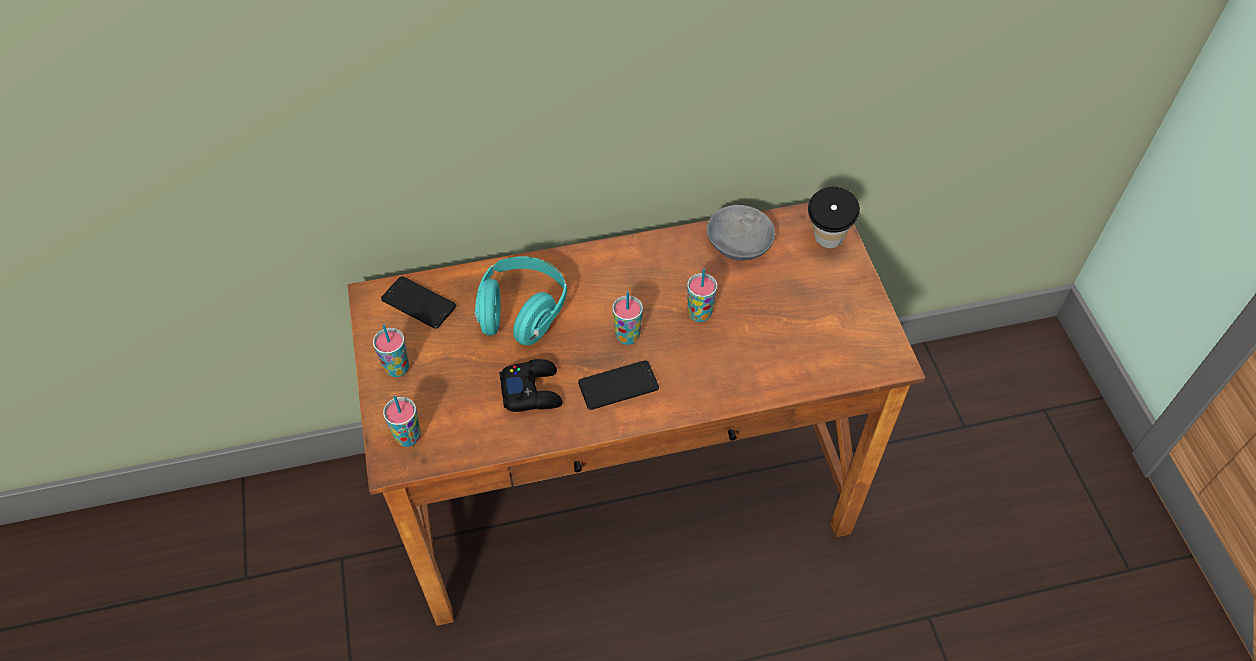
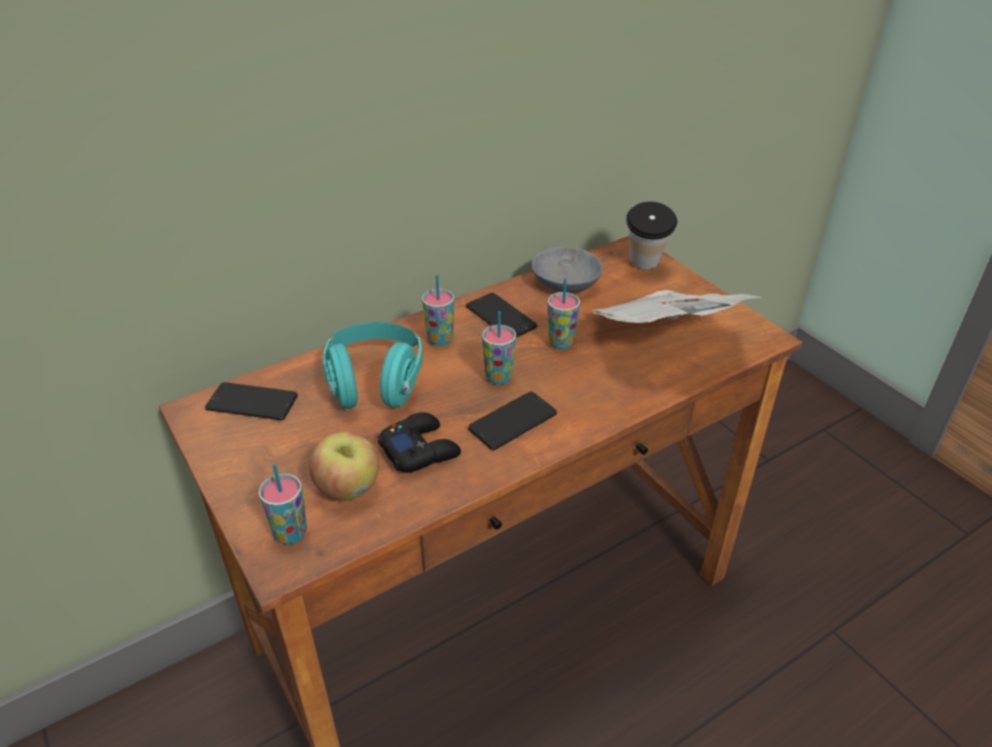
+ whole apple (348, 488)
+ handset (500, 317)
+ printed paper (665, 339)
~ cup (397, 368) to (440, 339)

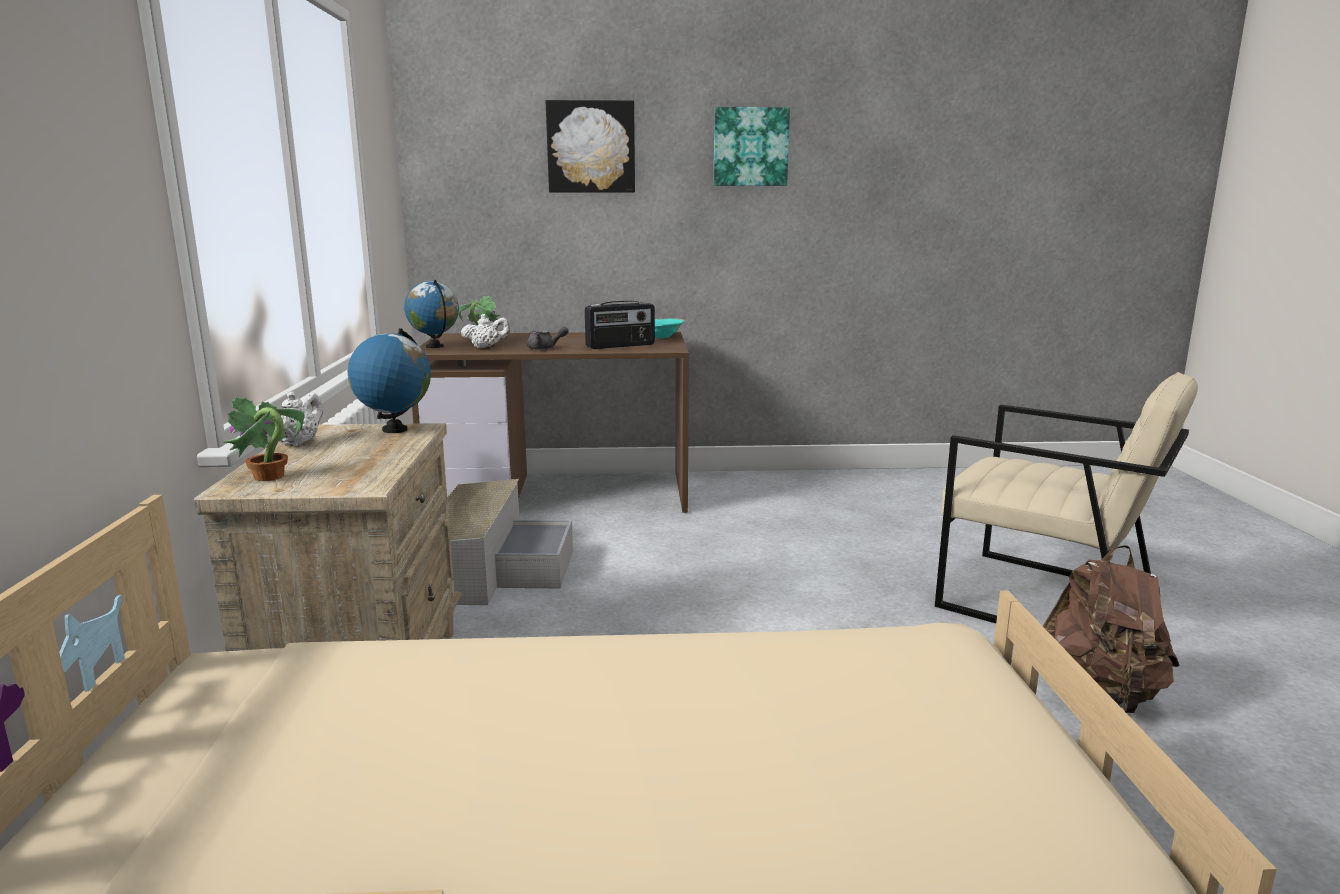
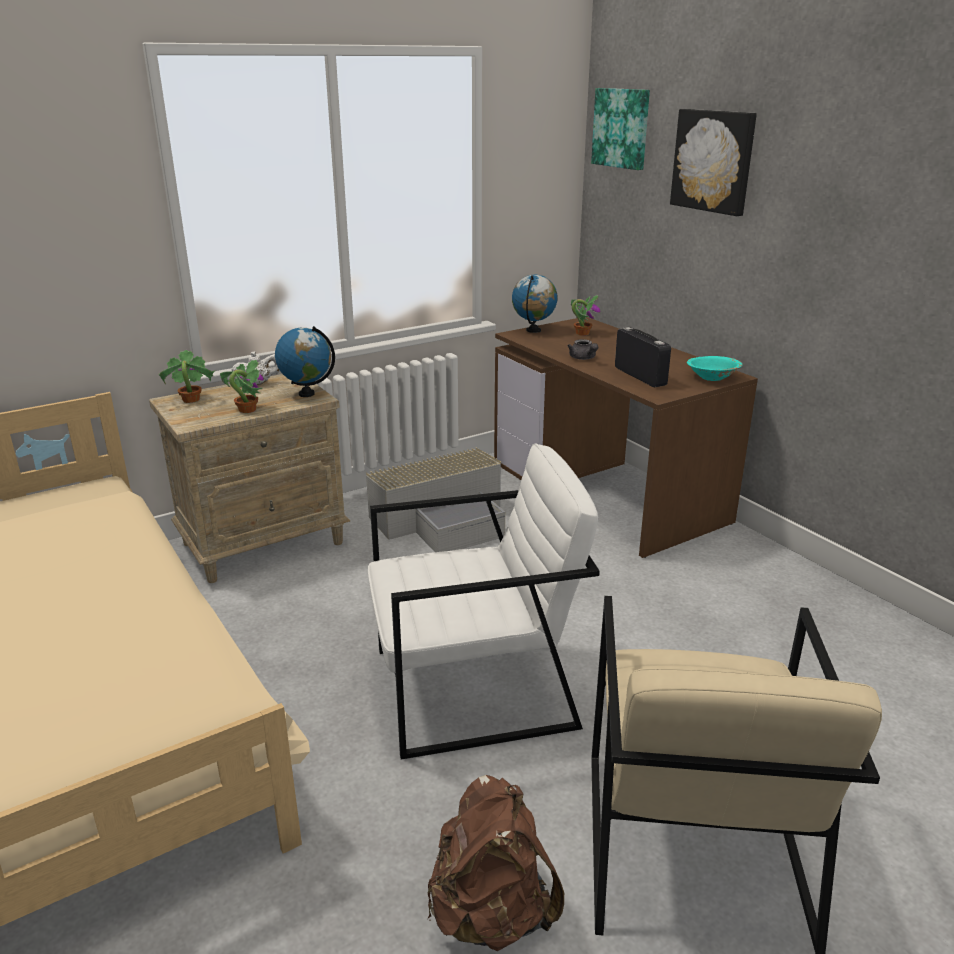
- white teapot (486, 347)
+ plant in a pot (246, 410)
+ white lounge chair (474, 688)
~ wall art (750, 147) to (622, 128)
~ radio receiver (620, 346) = (640, 376) 150 degrees counterclockwise

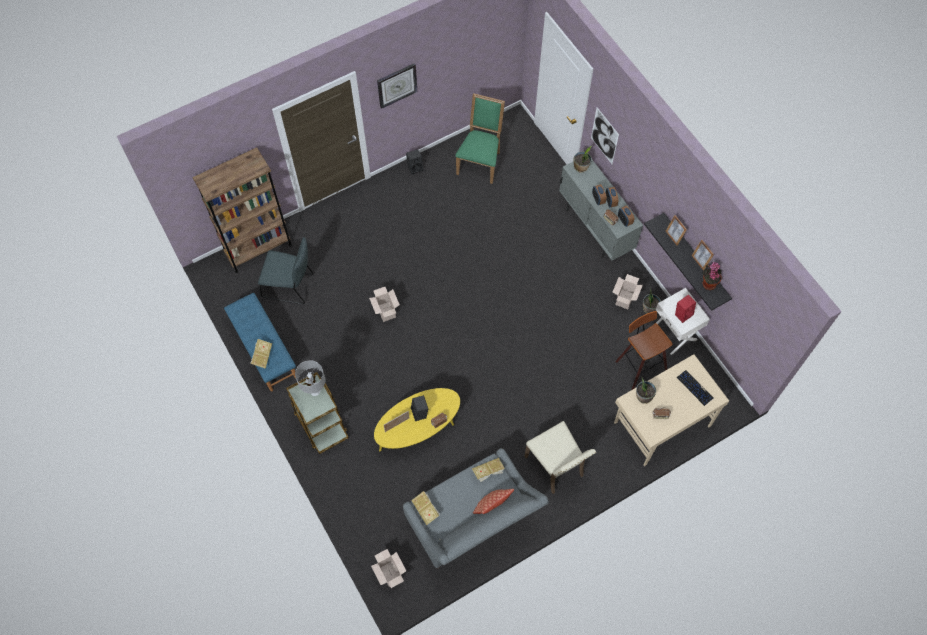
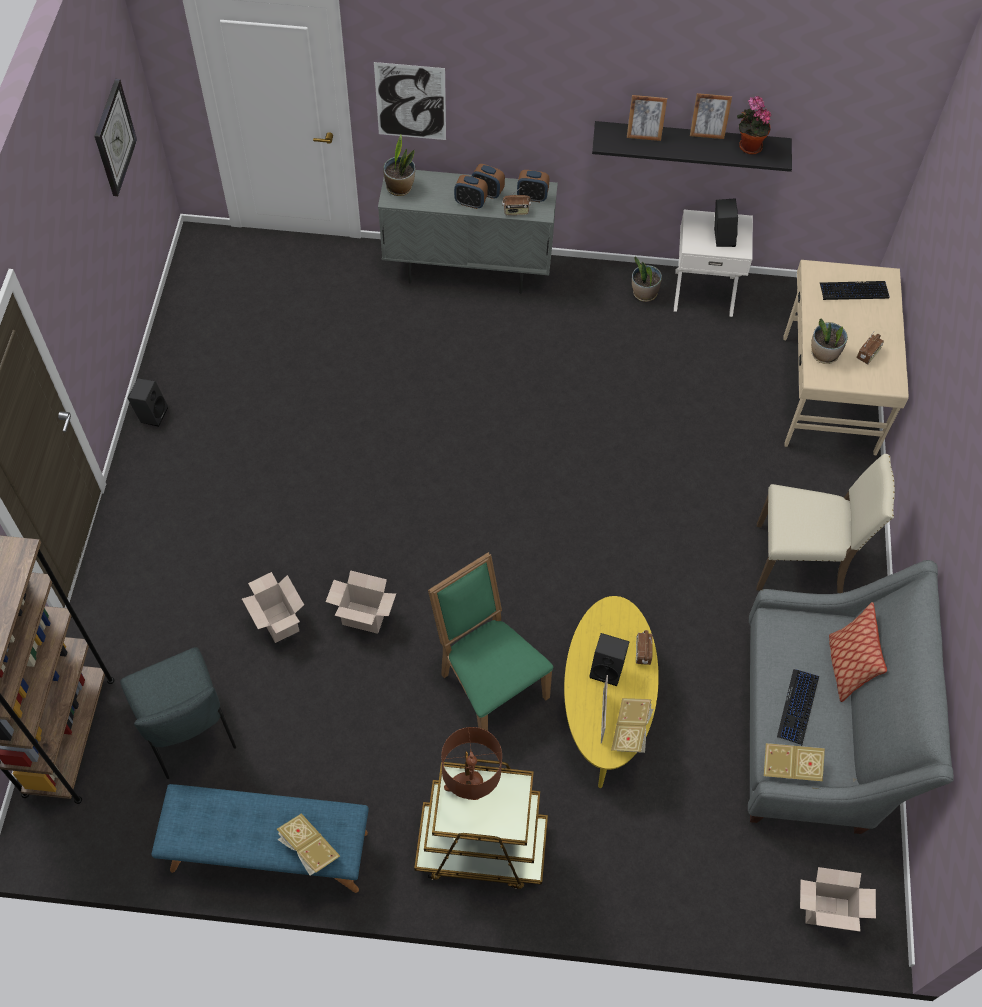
- sitting stool (639, 365)
+ keyboard (798, 707)
~ clock on the wall (397, 85) to (114, 137)
~ greenish plain chair (480, 161) to (488, 683)
~ book (488, 472) to (631, 731)
~ cardboard box (624, 298) to (277, 621)
~ gray tabletop lamp (315, 390) to brownish tabletop lamp (471, 789)
~ red speaker (683, 313) to black-coloured speaker (721, 237)
~ gray plain chair (290, 286) = (188, 730) 105 degrees clockwise

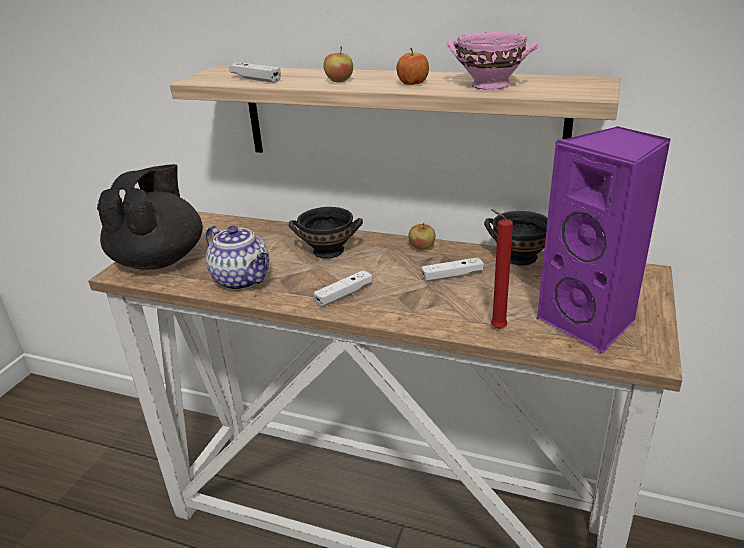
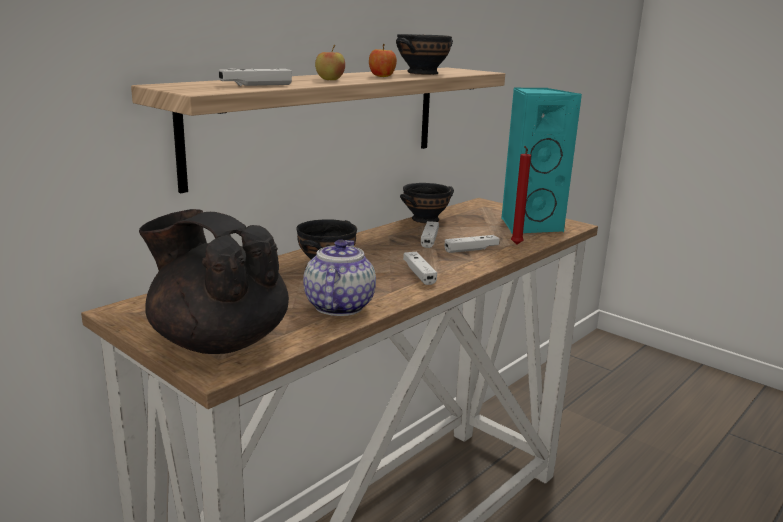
- whole apple (422, 247)
+ white game controller (471, 249)
~ pink-coloured bowl (491, 85) to black-coloured bowl (424, 73)
~ purple-coloured speaker (591, 323) to turquoise speaker (528, 225)
~ teapot (243, 280) = (339, 306) 60 degrees counterclockwise

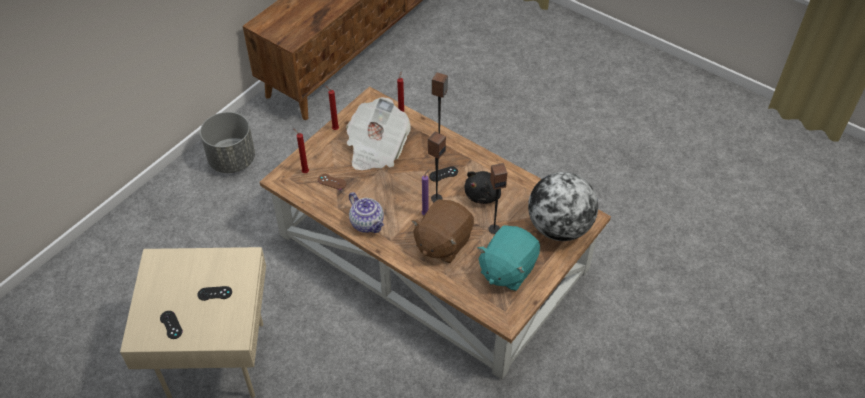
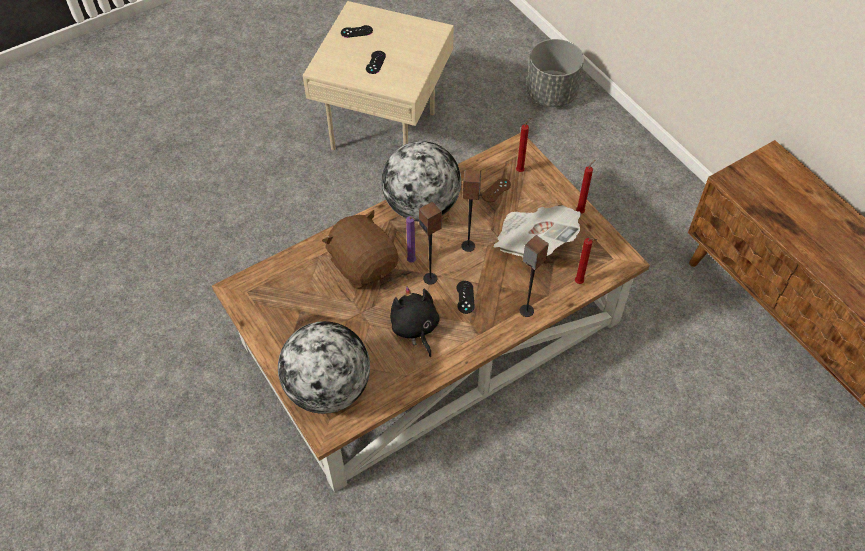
- turquoise plush toy (507, 269)
~ gray flower pot (232, 160) to (551, 94)
~ speaker (494, 229) to (468, 246)
~ teapot (368, 224) to globe (421, 206)

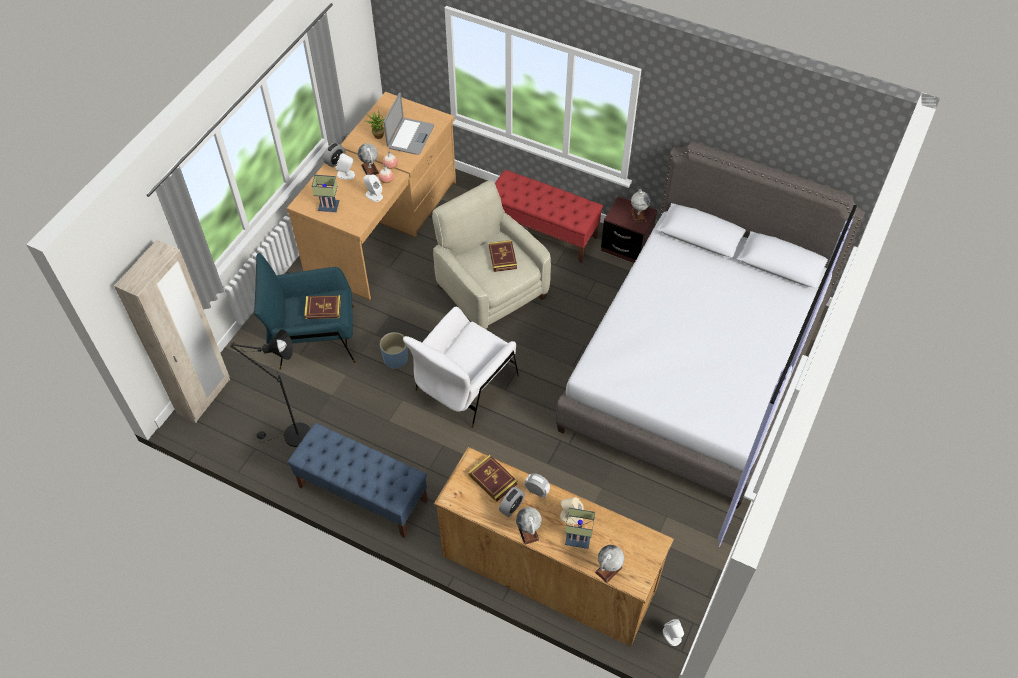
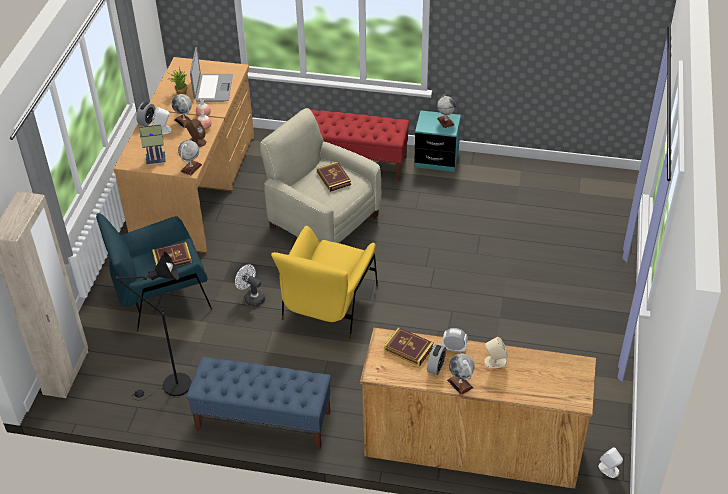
- gray bedroom bed (694, 366)
- tabletop lamp (579, 538)
~ globe (608, 570) to (191, 168)
~ bluish flower pot (395, 359) to white fan (252, 297)
~ white speaker (374, 195) to brownish speaker (197, 142)
~ white lounge chair (465, 385) to yellowish lounge chair (329, 305)
~ brownish night table (626, 247) to turquoise night table (436, 159)

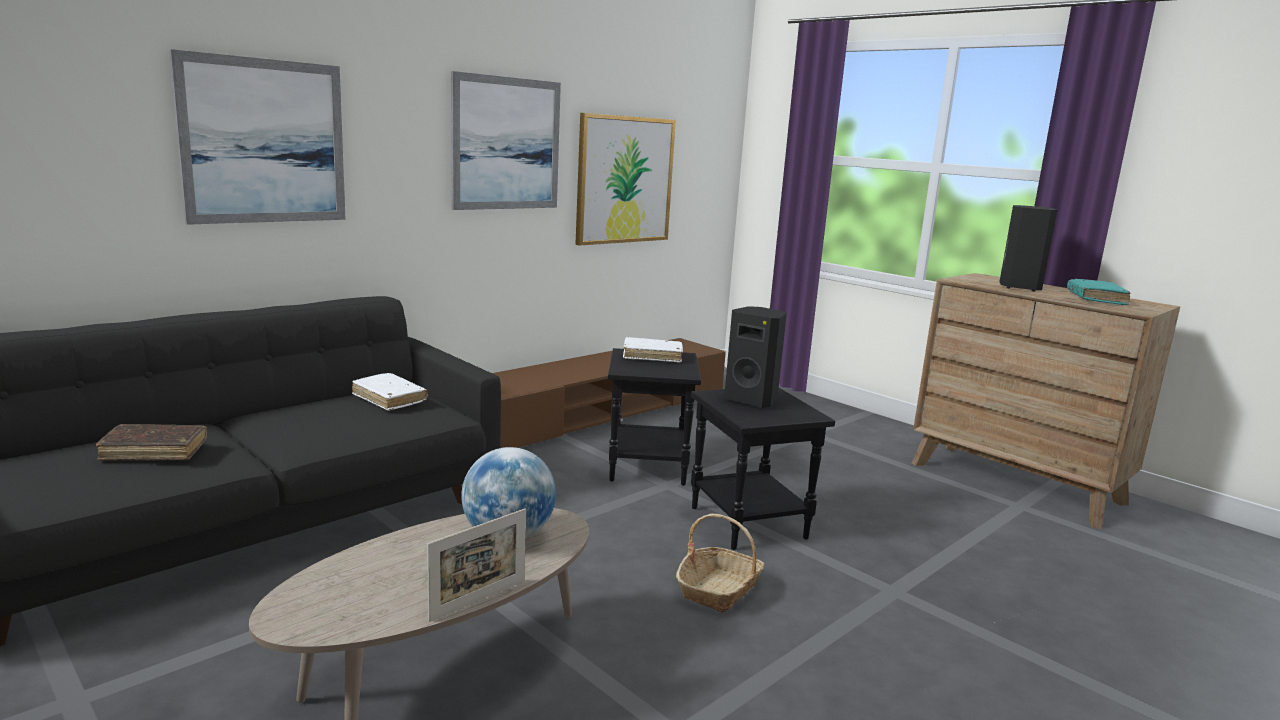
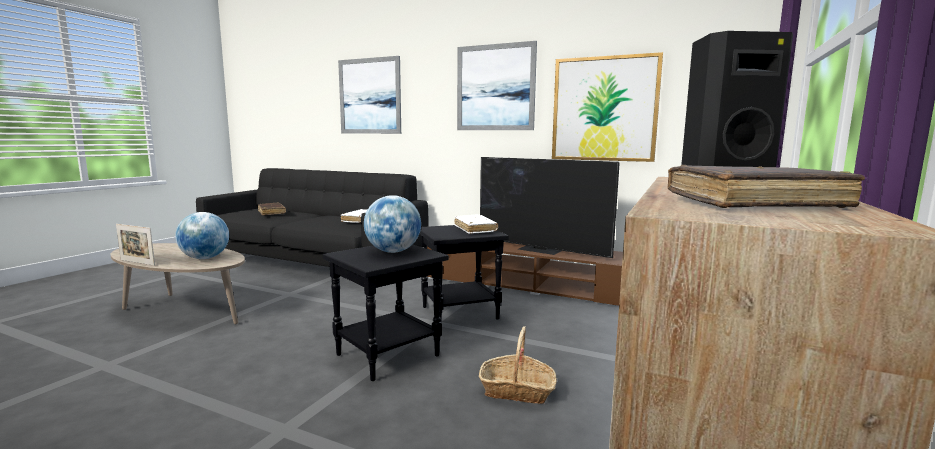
+ TV (540, 250)
~ basket (719, 589) to (517, 390)
~ black-coloured speaker (752, 400) to globe (393, 251)
~ turquoise book (1095, 299) to brownish book (754, 203)

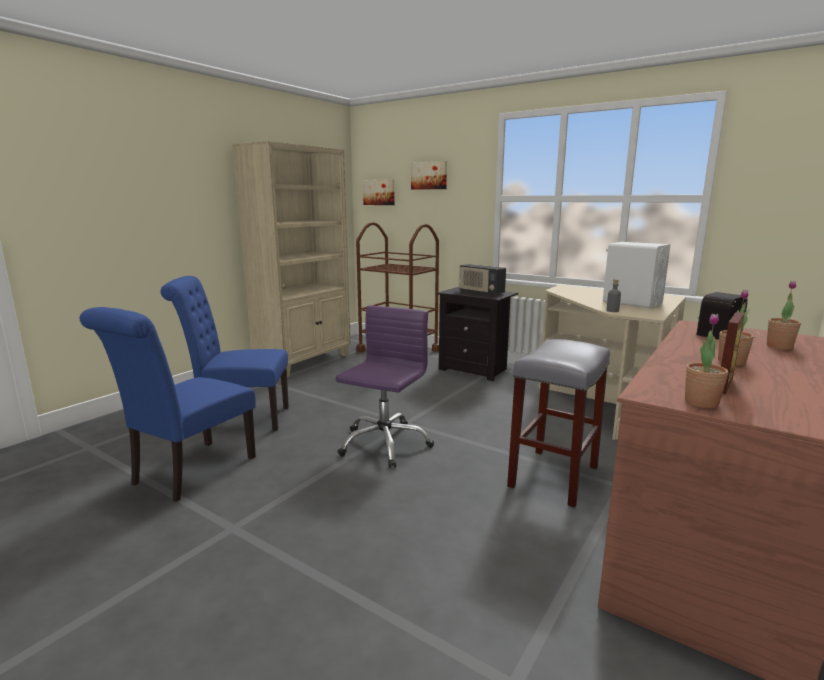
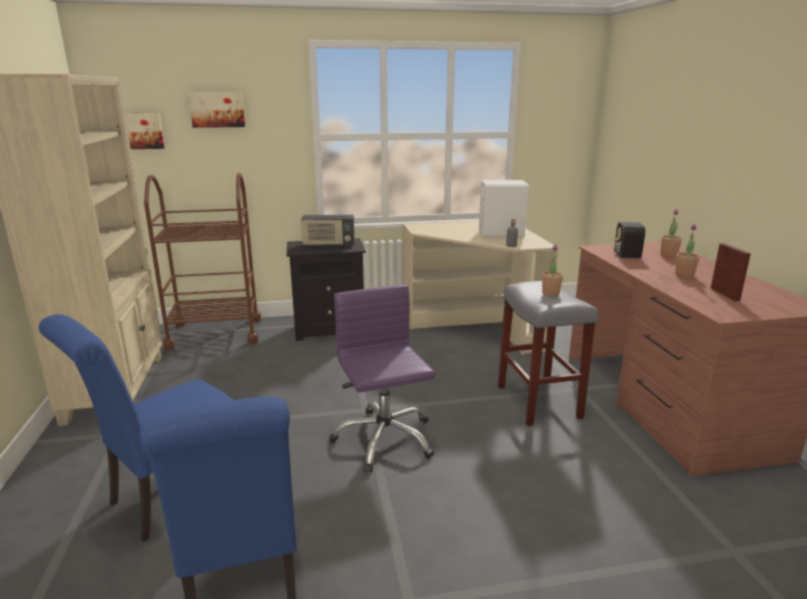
~ plant in a pot (701, 402) to (550, 293)

